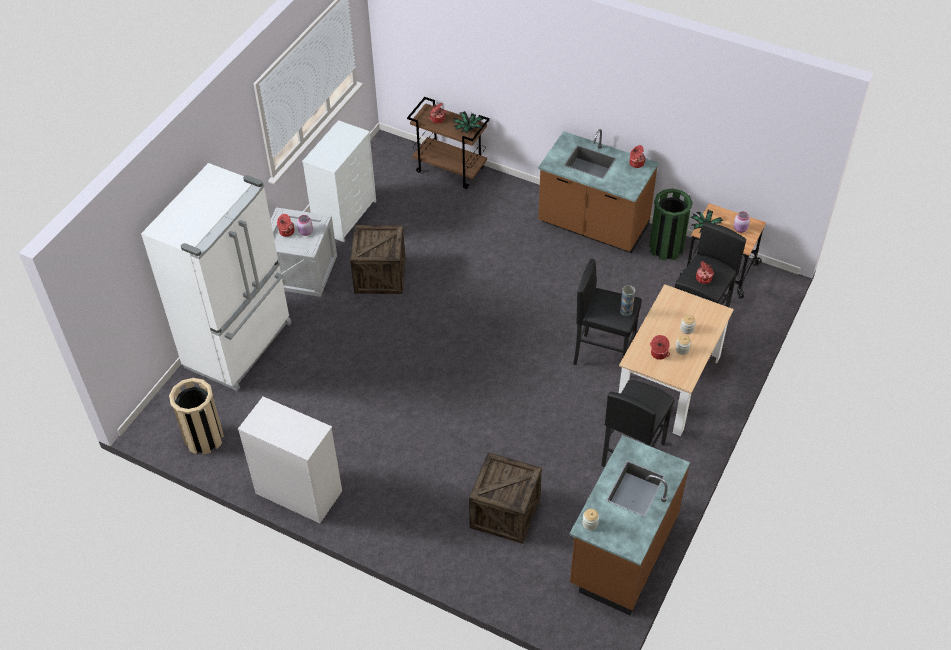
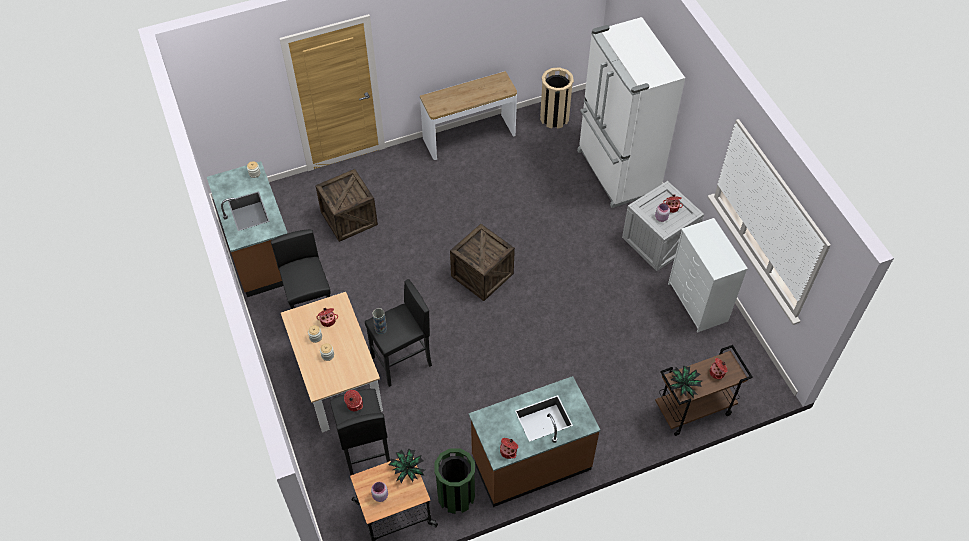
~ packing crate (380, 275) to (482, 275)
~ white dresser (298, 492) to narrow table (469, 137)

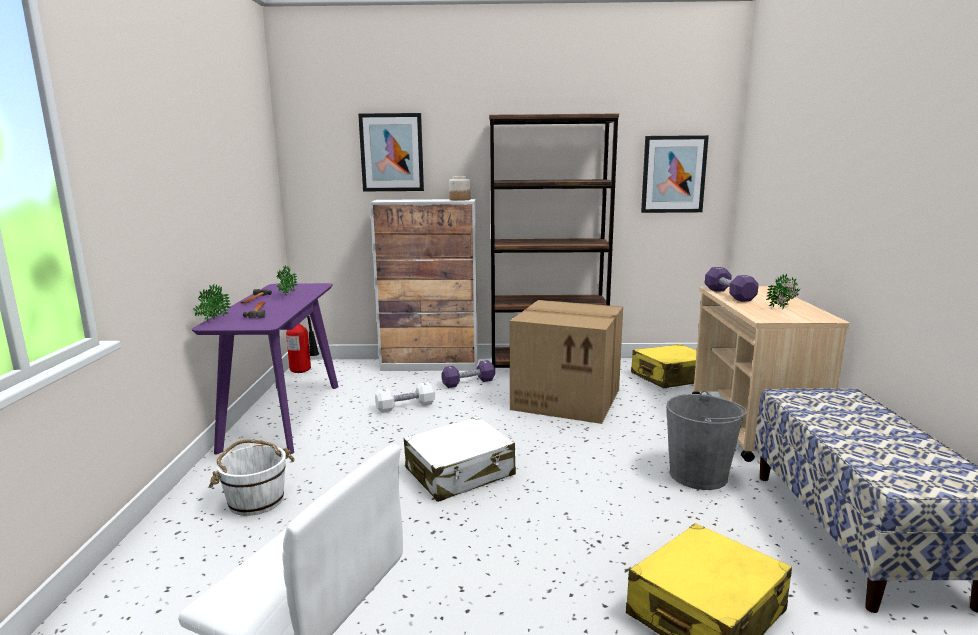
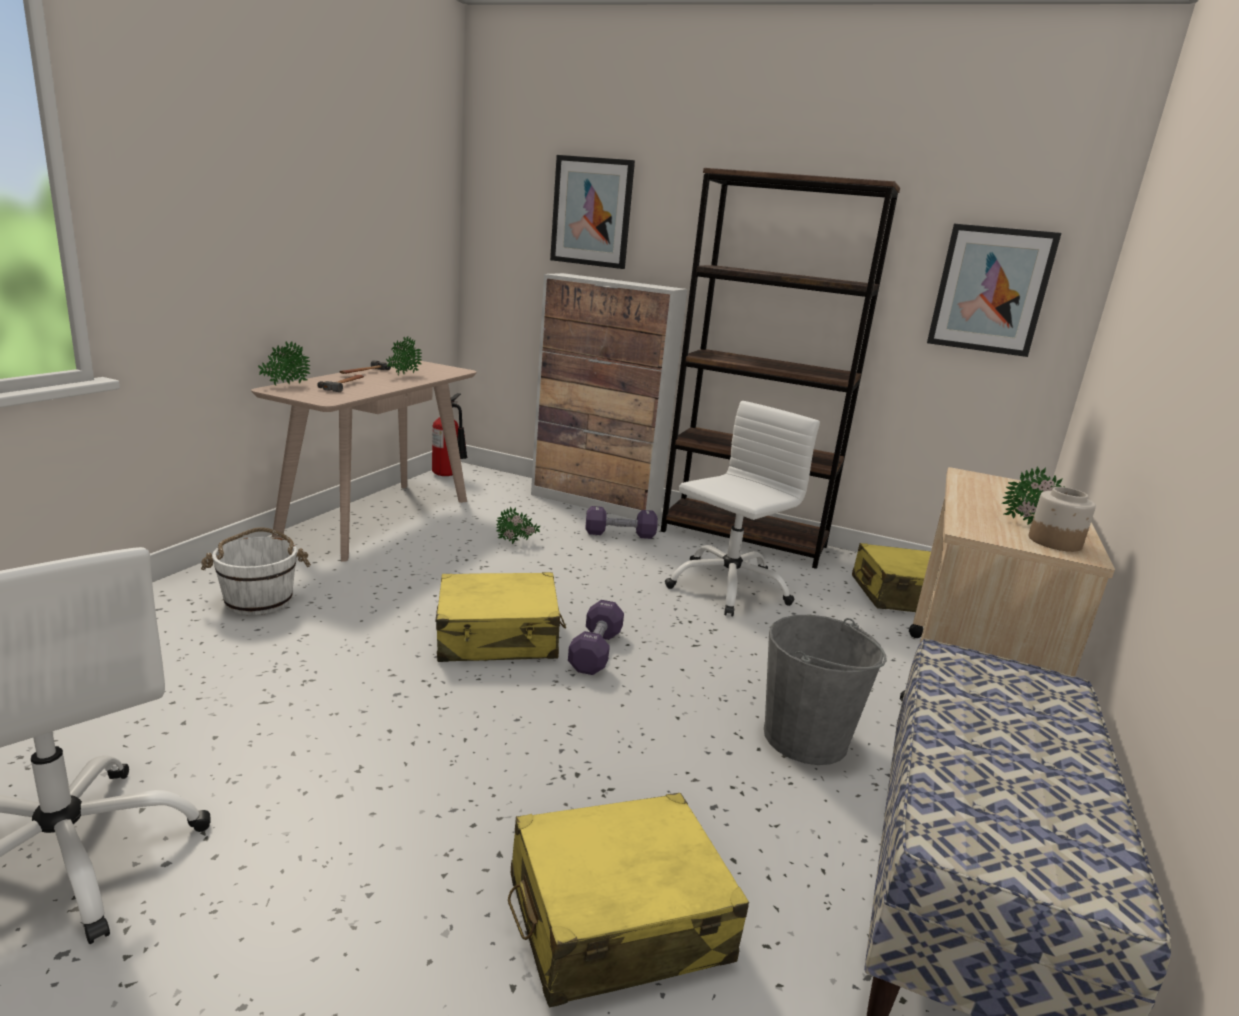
~ preserve jar (459, 199) to (1054, 542)
~ purple-coloured dumbbell (729, 295) to (595, 651)
~ white dumbbell (405, 406) to plant in a pot (517, 543)
~ cardboard box (568, 399) to white desk chair (728, 586)
~ purple-coloured narrow table (283, 415) to beige-coloured narrow table (377, 518)
~ white travel case (460, 473) to yellowish travel case (498, 637)

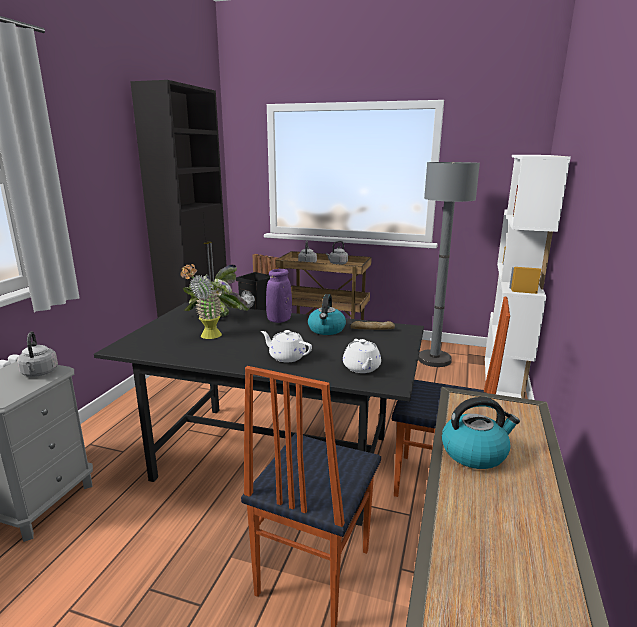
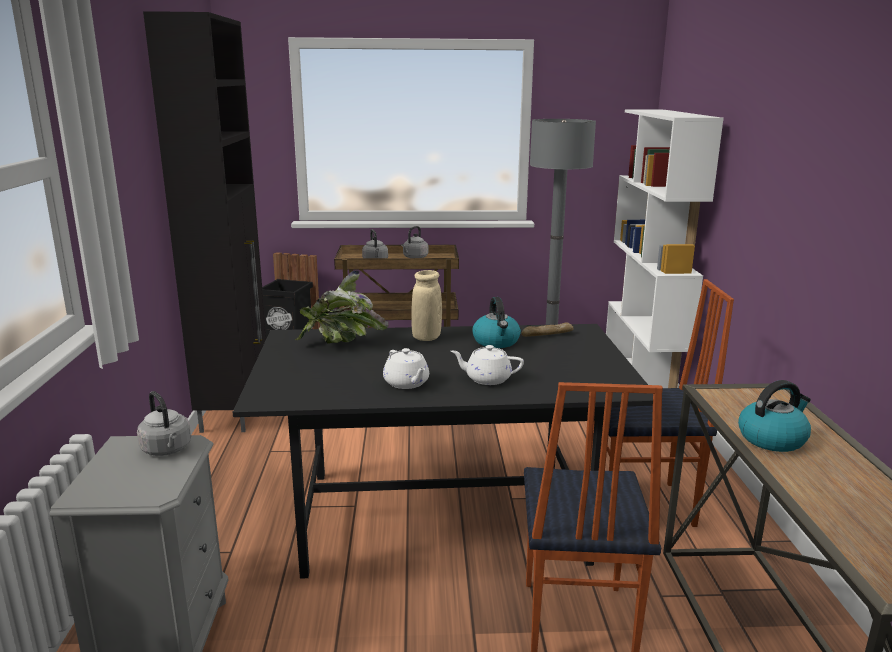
- plant in a pot (206, 336)
~ white teapot (361, 368) to (406, 383)
~ purple-coloured vase (279, 320) to beige-coloured vase (426, 338)

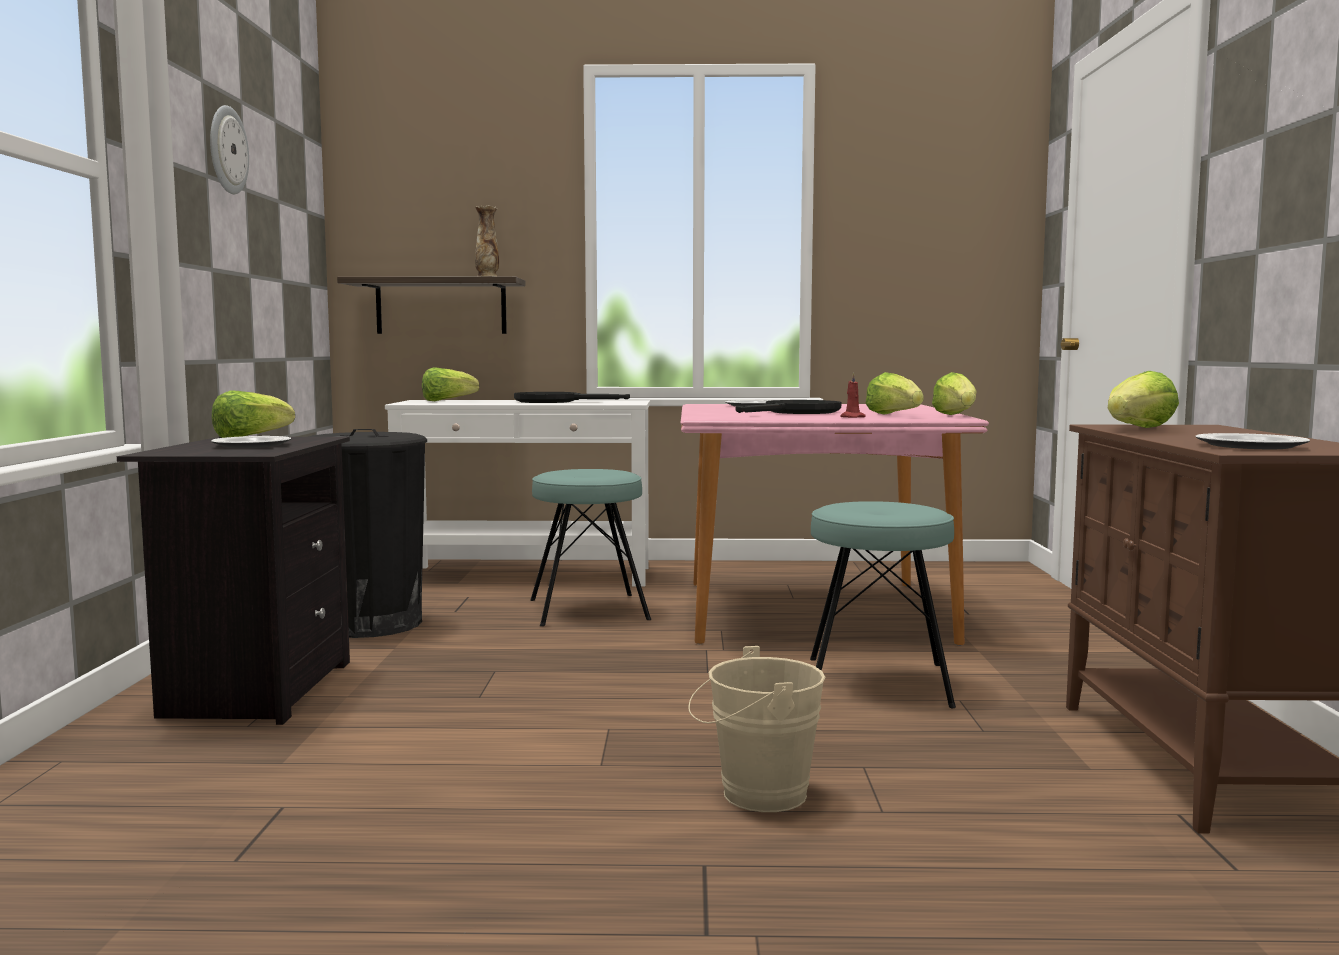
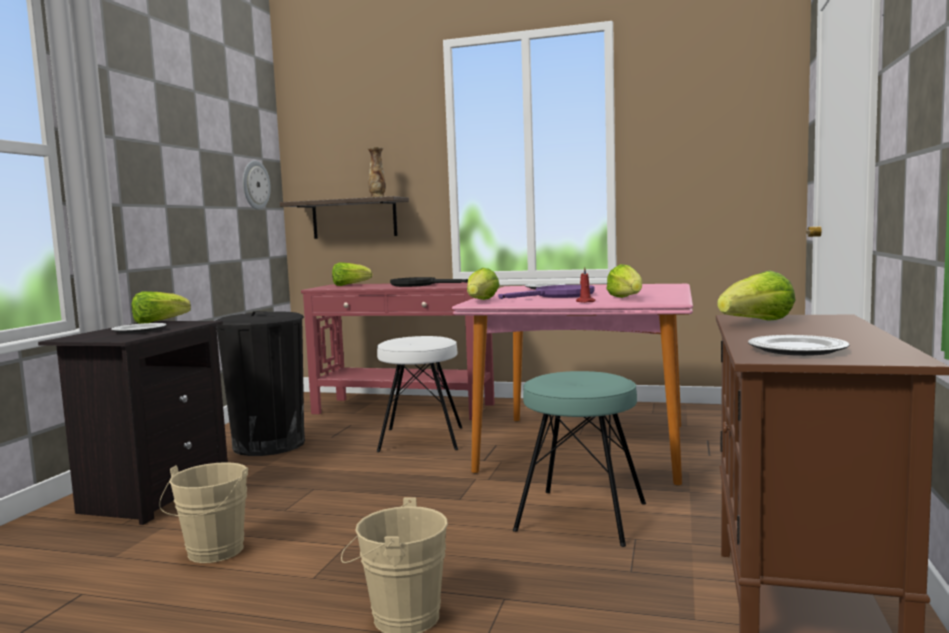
+ beige-coloured bucket (212, 553)
~ clock on the wall (227, 150) to (255, 185)
~ lettuce head (956, 416) to (481, 301)
~ white narrow table (527, 576) to red narrow table (404, 409)
~ turquoise sitting stool (588, 610) to white sitting stool (421, 439)
~ black-coloured pan (796, 412) to purple-coloured pan (558, 296)

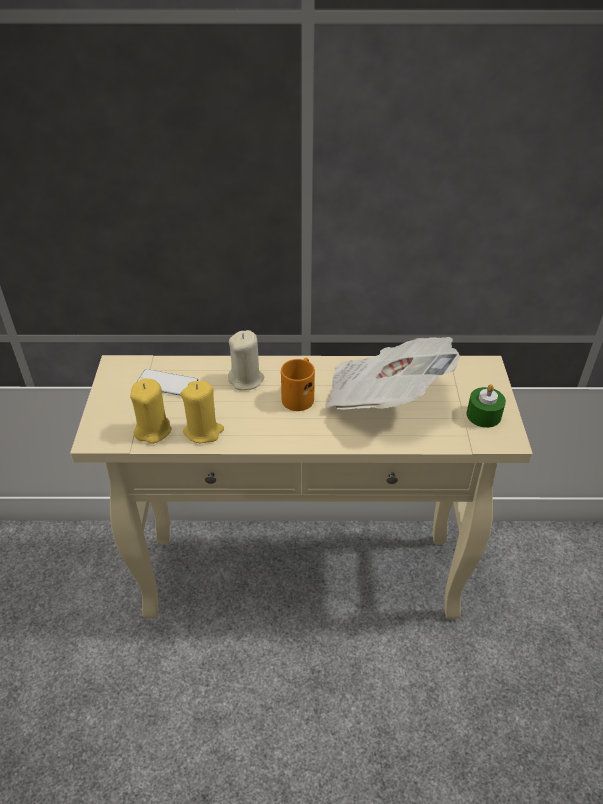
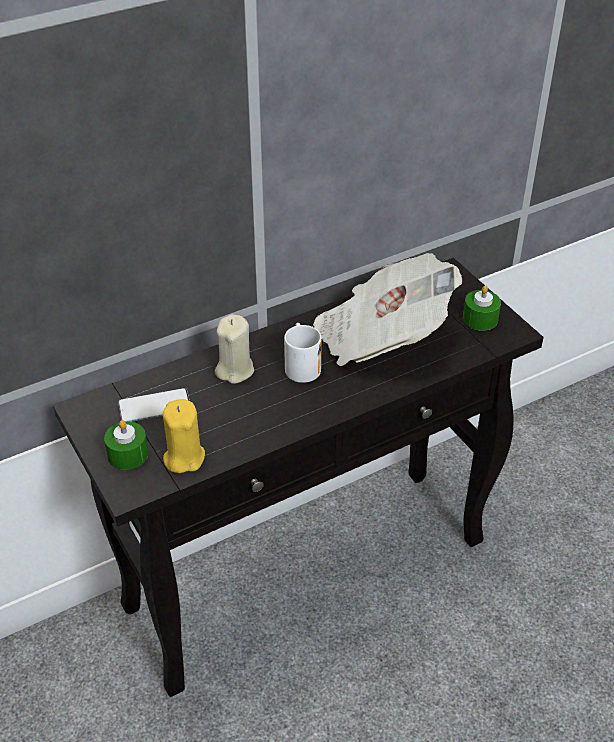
- yellowish candle (203, 431)
+ greenish candle (128, 454)
~ beige-coloured narrow table (304, 575) to black-coloured narrow table (309, 572)
~ orangey coffee mug (299, 395) to white coffee mug (301, 365)

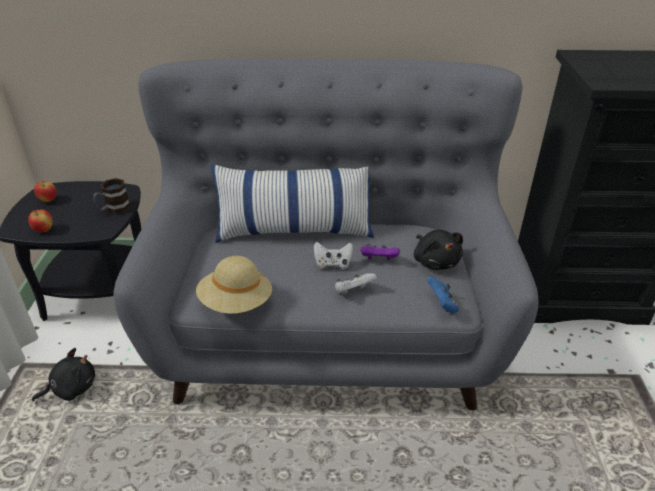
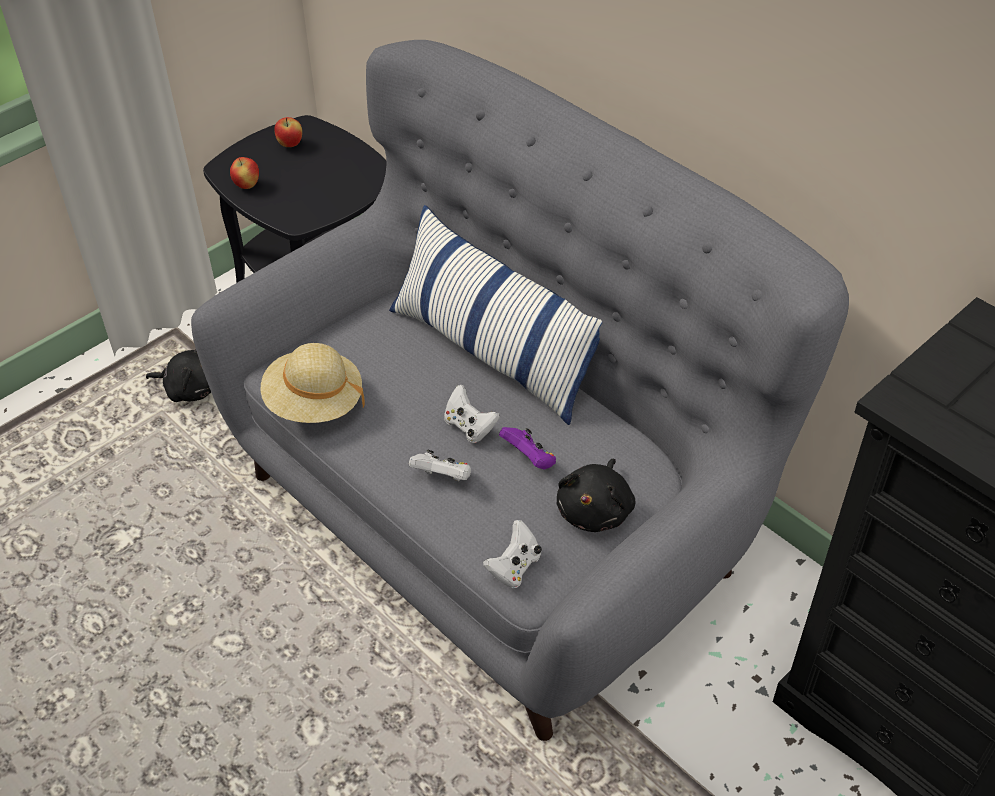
- coffee mug (113, 208)
~ bluish game controller (442, 304) to white game controller (514, 567)

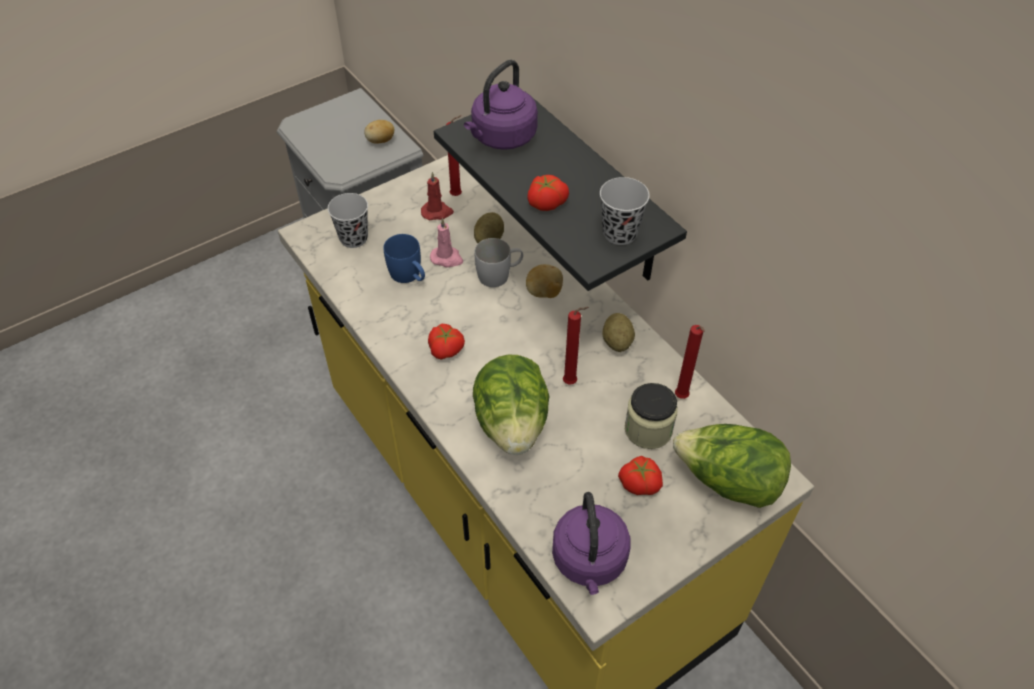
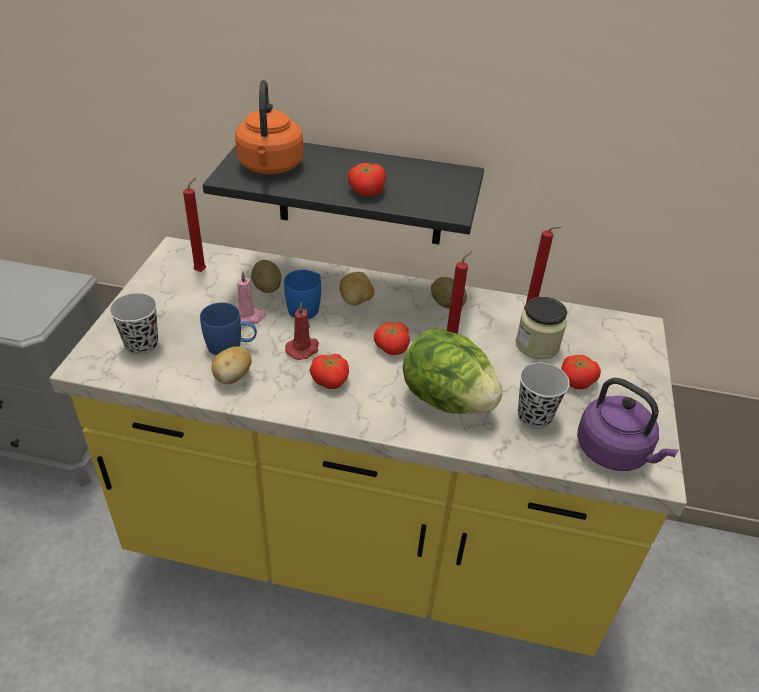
- lettuce head (727, 482)
+ whole tomato (391, 347)
~ whole potato (380, 141) to (232, 377)
~ red candle (437, 212) to (303, 349)
~ black-coloured cup (619, 233) to (534, 416)
~ purple-coloured tea kettle (501, 138) to orangey tea kettle (270, 167)
~ white coffee mug (499, 275) to bluish coffee mug (307, 307)

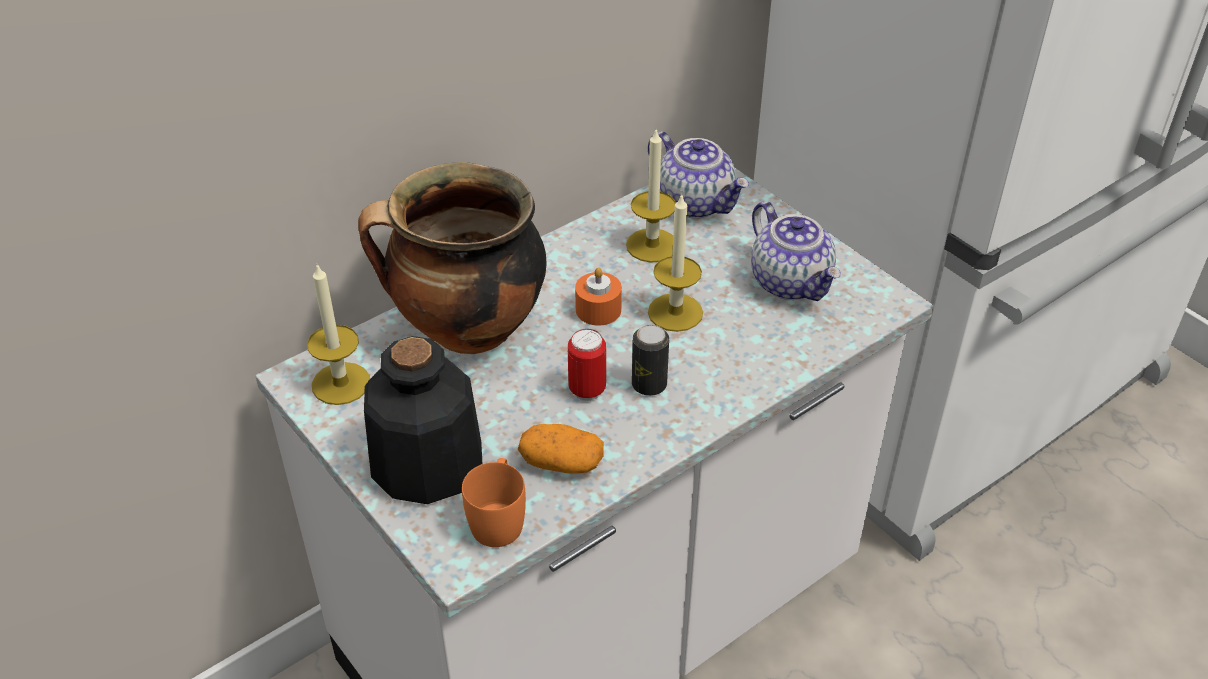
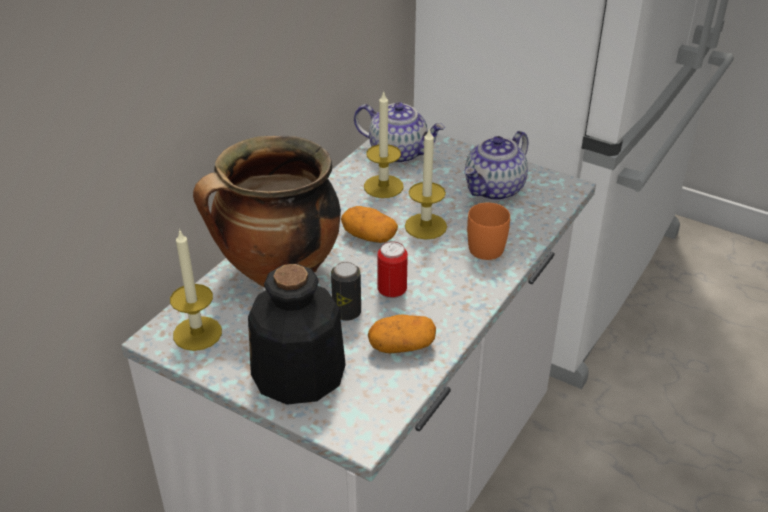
~ orangey coffee mug (498, 518) to (483, 245)
~ metal can (649, 385) to (347, 312)
~ orangey candle (598, 309) to whole potato (369, 237)
~ teapot (791, 282) = (495, 189) 90 degrees clockwise

